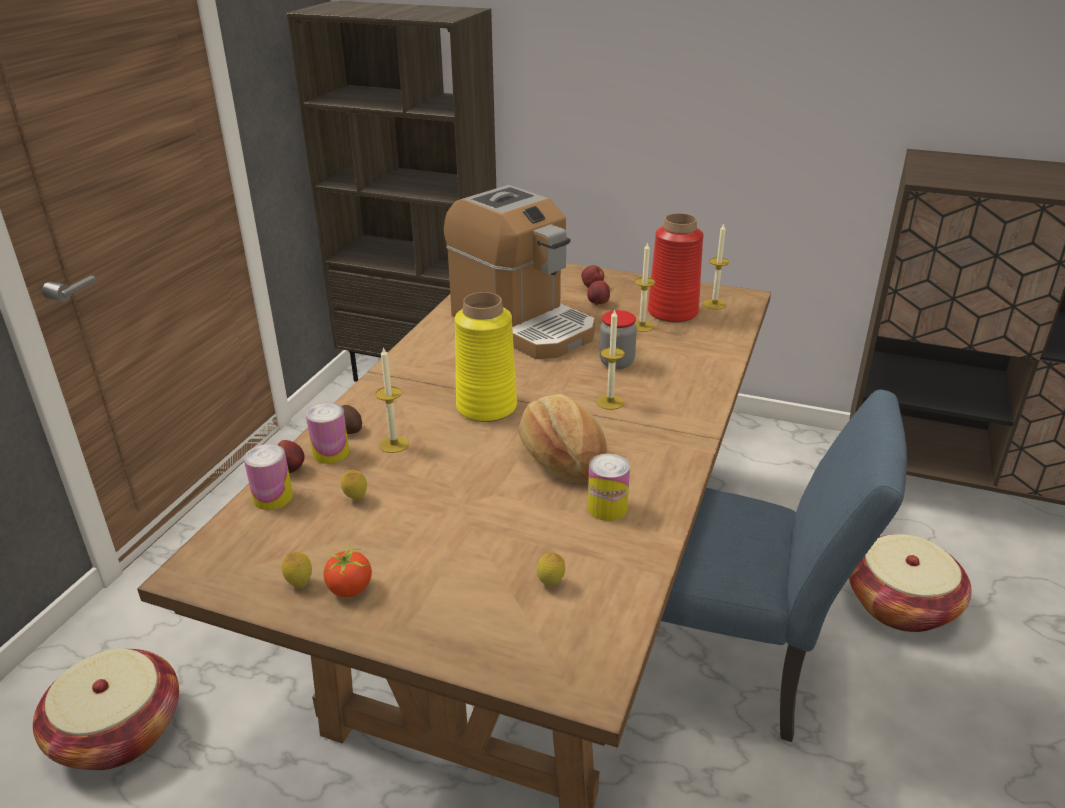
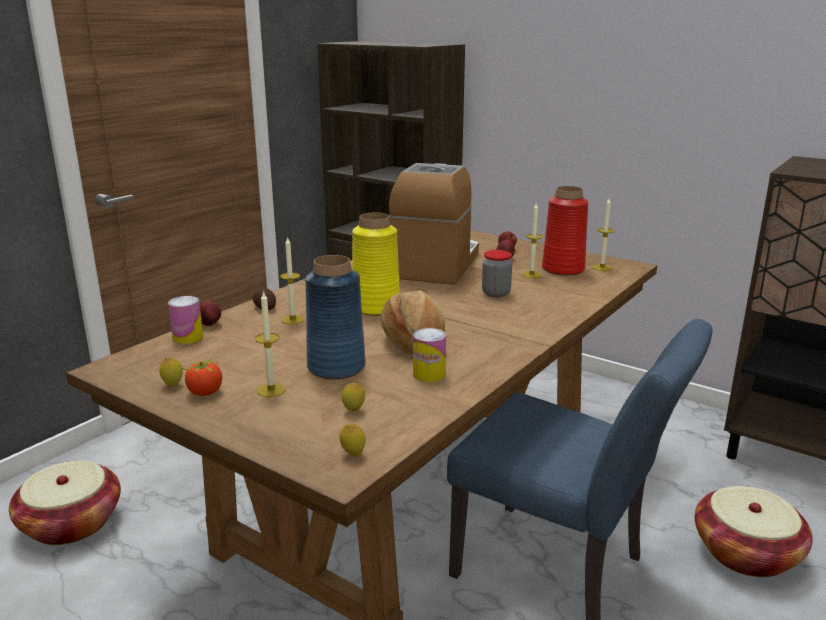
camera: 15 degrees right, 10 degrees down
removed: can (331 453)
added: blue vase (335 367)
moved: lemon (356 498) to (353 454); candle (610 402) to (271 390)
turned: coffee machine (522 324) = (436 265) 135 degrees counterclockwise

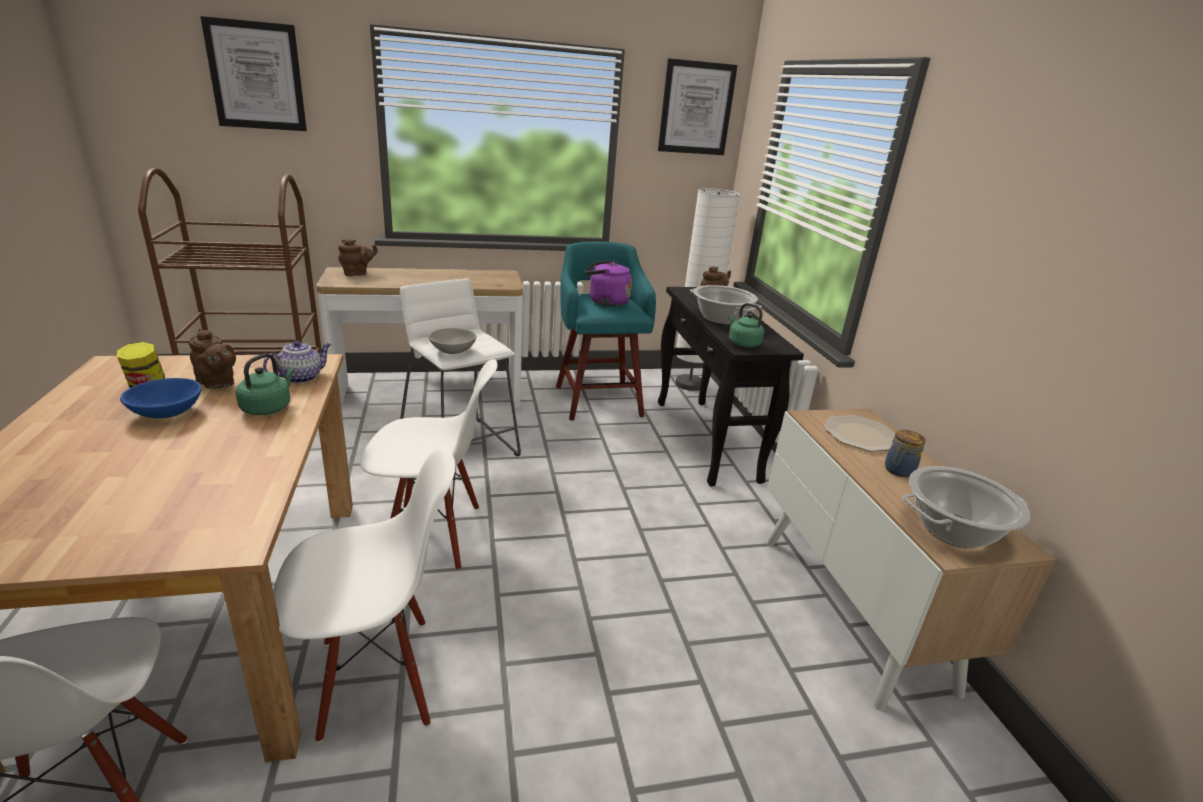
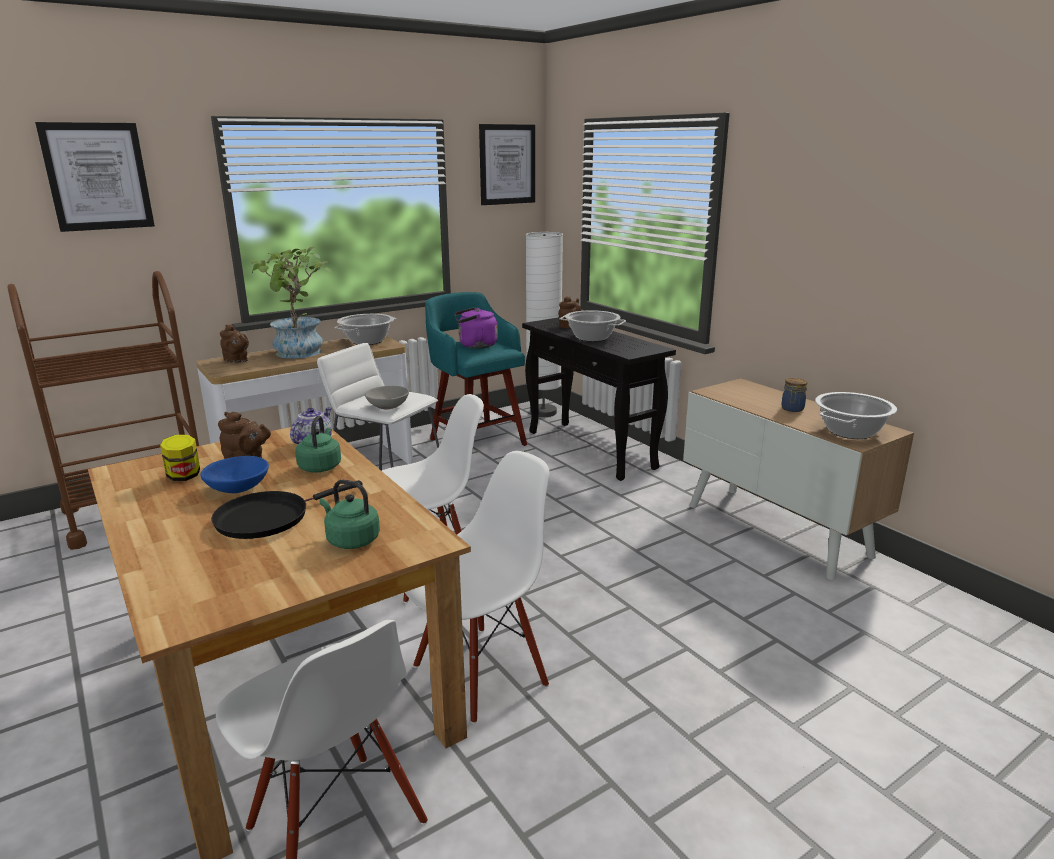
camera: 20 degrees left, 5 degrees down
removed: plate (860 435)
added: black frying pan (268 518); potted plant (300 354); cooking pot (367 341)
moved: green kettle (742 343) to (351 540)
turned: brown teapot (358 274) = (237 361) 90 degrees clockwise

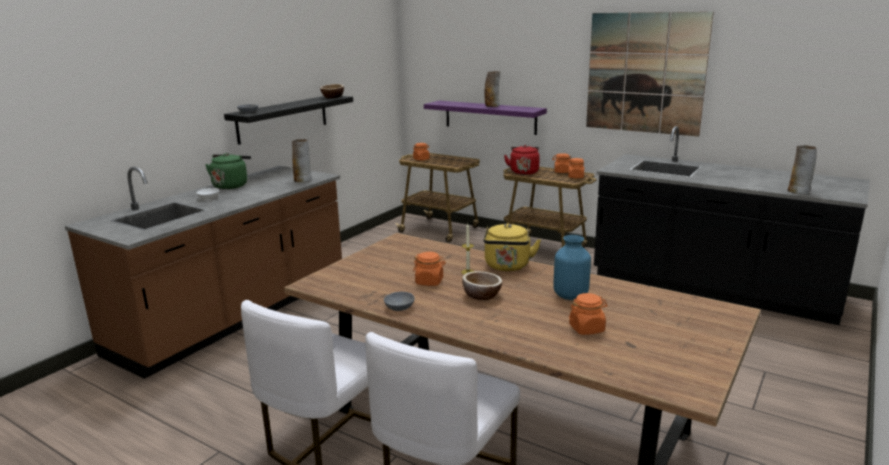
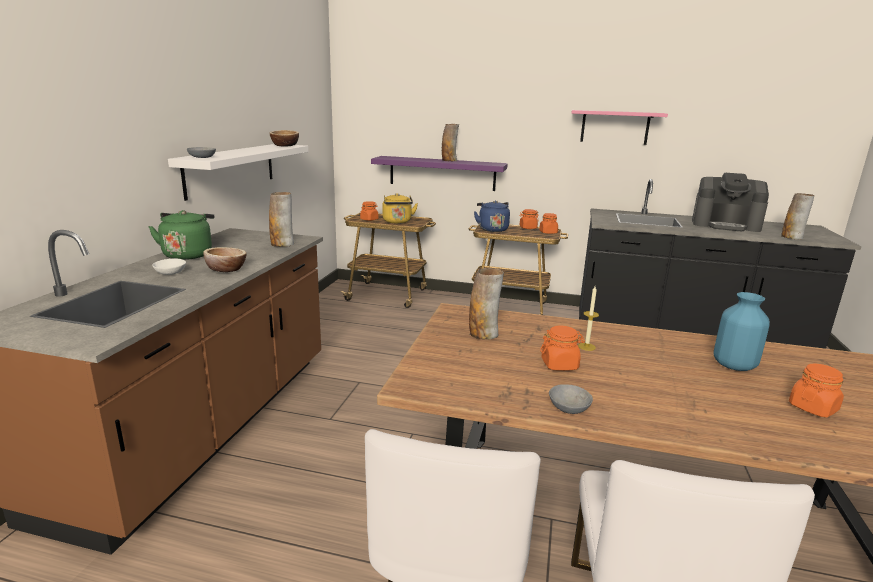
camera: 20 degrees left, 0 degrees up
added: vase (483 334); coffee machine (725 225)
moved: bowl (482 295) to (226 269); yellow kettle (507 267) to (397 222)
replaced: picture (645 73) to pink shelf (614 127)
recoloured: black shelf (283 118) to white shelf (231 169); red kettle (524 172) to blue kettle (492 229)

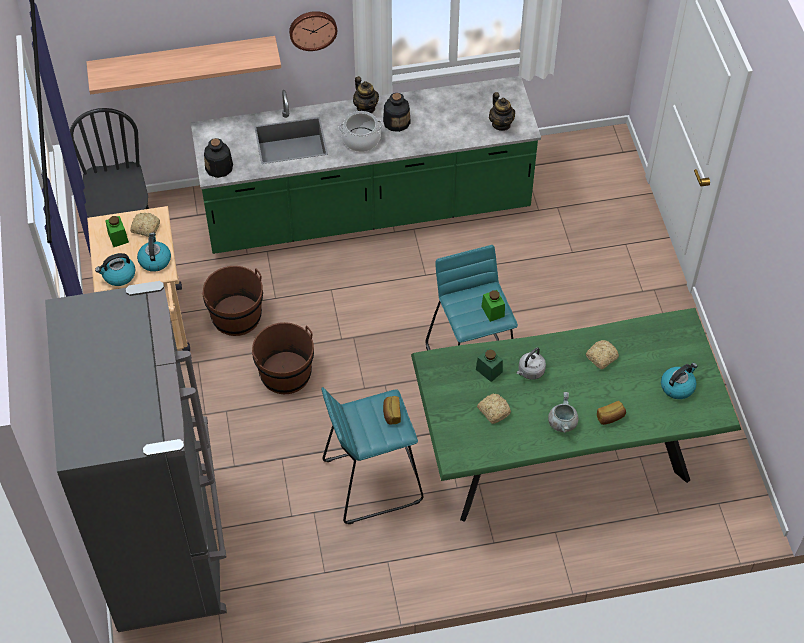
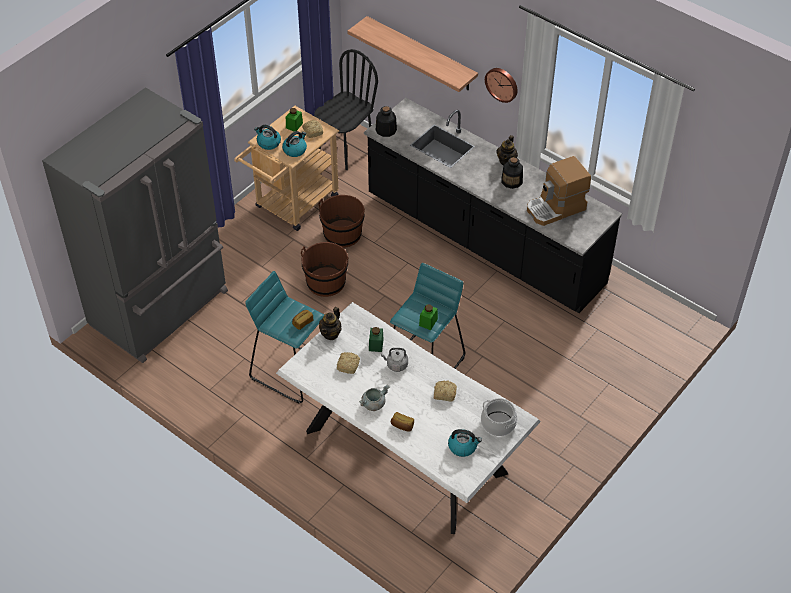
camera: 50 degrees right, 5 degrees down
added: coffee machine (556 208)
moved: cooking pot (361 139) to (498 423); teapot (501 124) to (331 333)
recoloured: green counter (367 212) to black counter (484 241); green dining table (562 454) to white dining table (405 452)

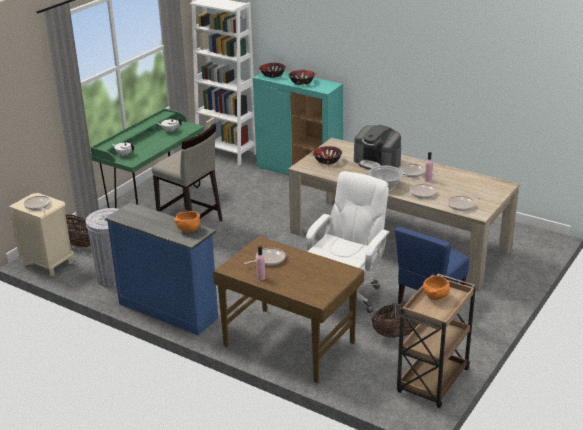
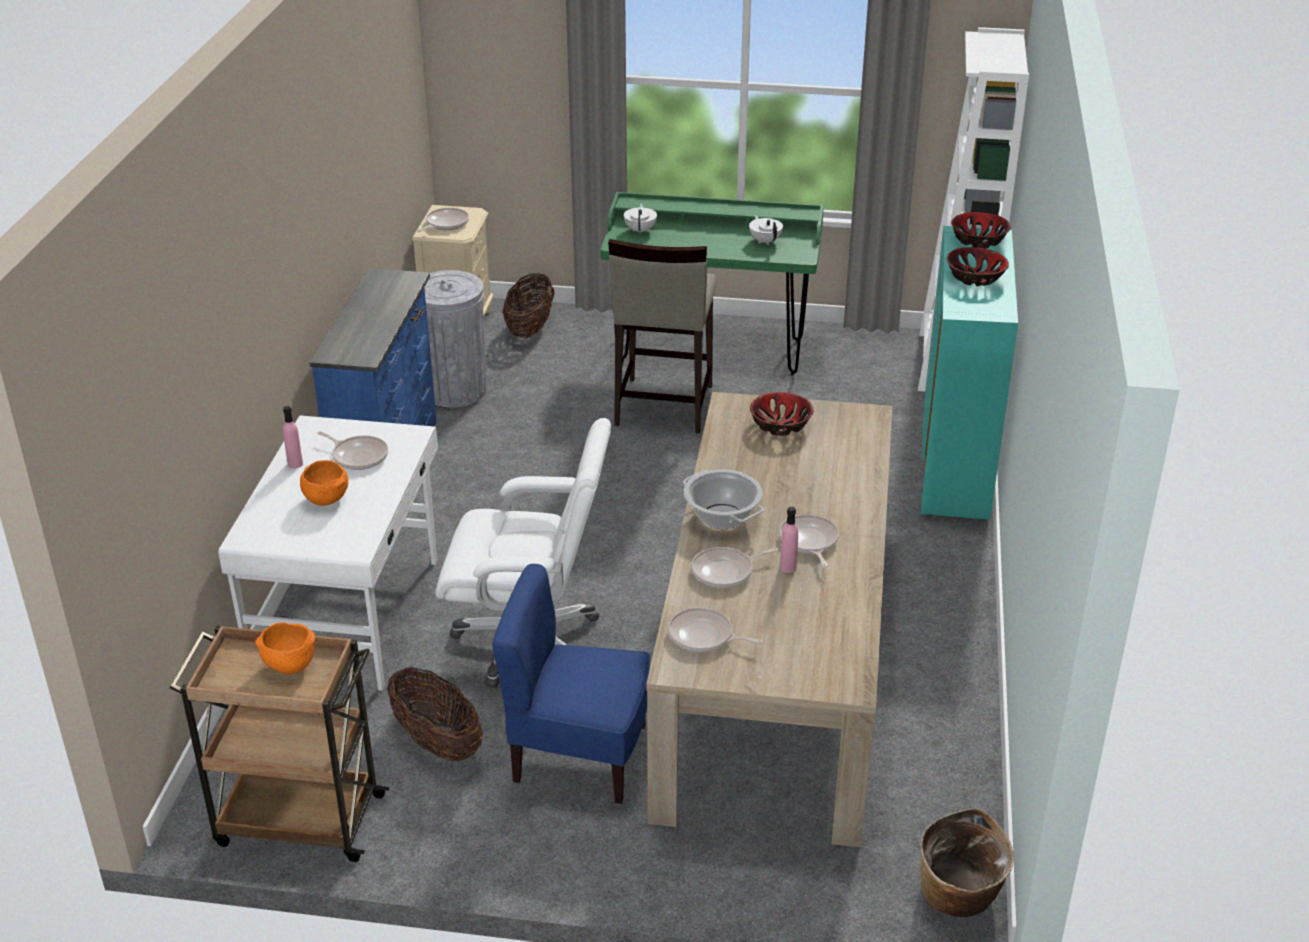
camera: 65 degrees right, 5 degrees up
removed: coffee machine (377 162)
added: basket (959 897)
moved: orange bowl (188 230) to (325 499)
recoloured: brown desk (289 343) to white desk (349 615)

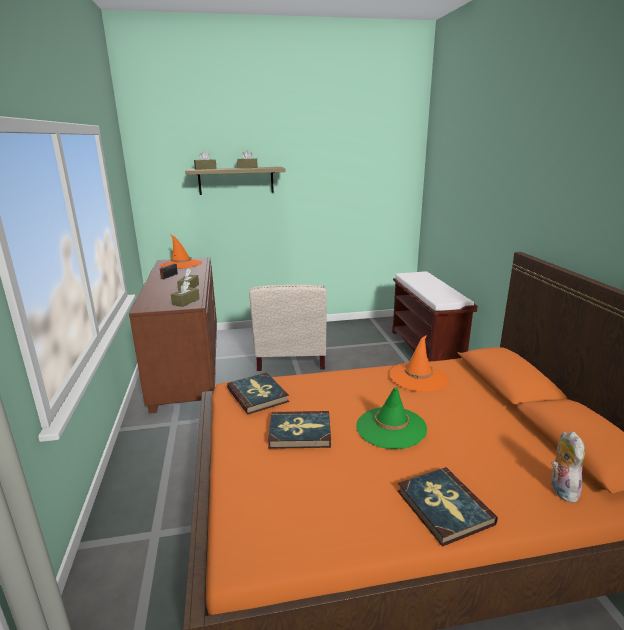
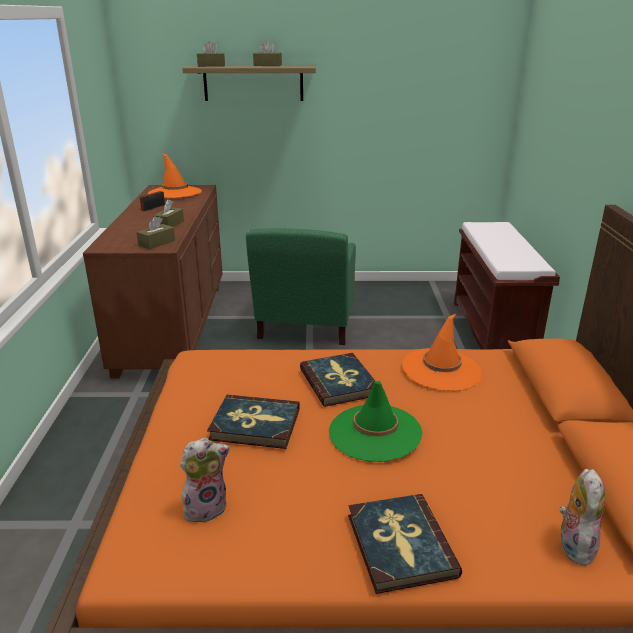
camera: 10 degrees right, 5 degrees up
added: plush toy (206 507)
moved: book (258 395) to (339 382)
recoloured: beige armchair (290 360) to green armchair (304 328)

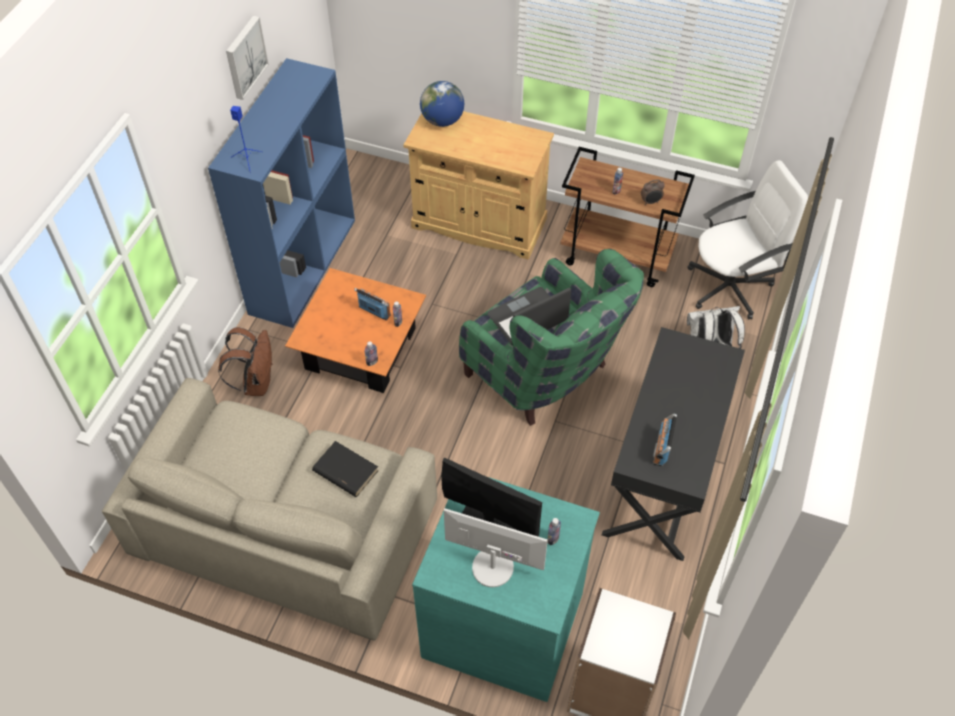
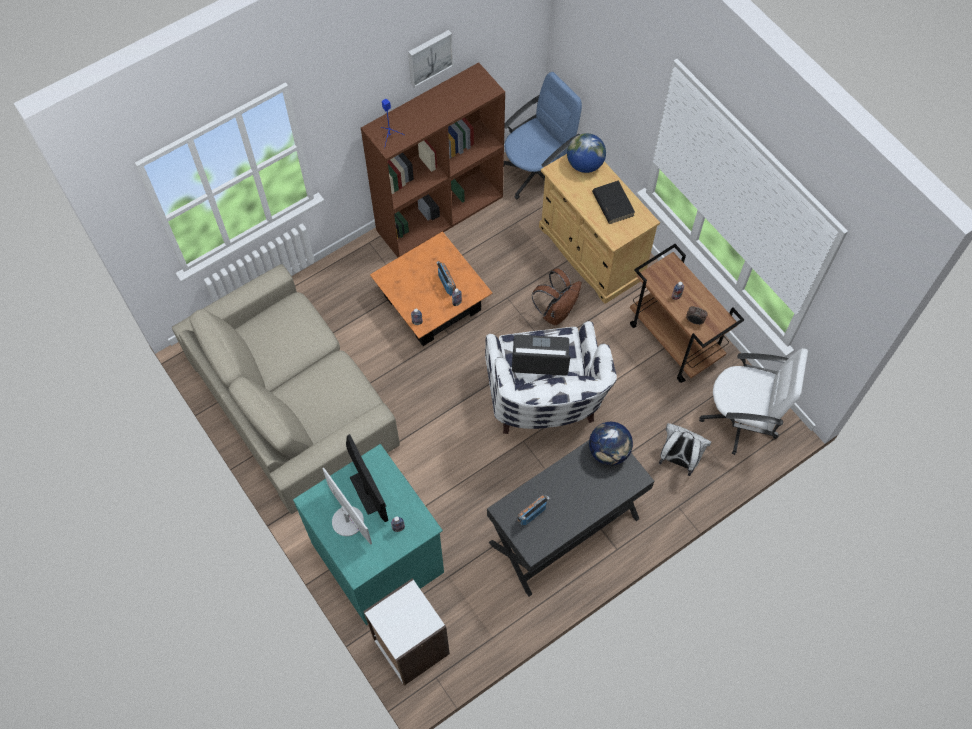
camera: 35 degrees right, 10 degrees up
added: blue office chair (537 173); globe (609 451)
moved: brown backpack (256 382) to (556 312); black book (345 471) to (612 203)
recoloured: blue bookcase (302 265) to brown bookcase (440 212); green armchair (546 377) to white armchair (544 404)

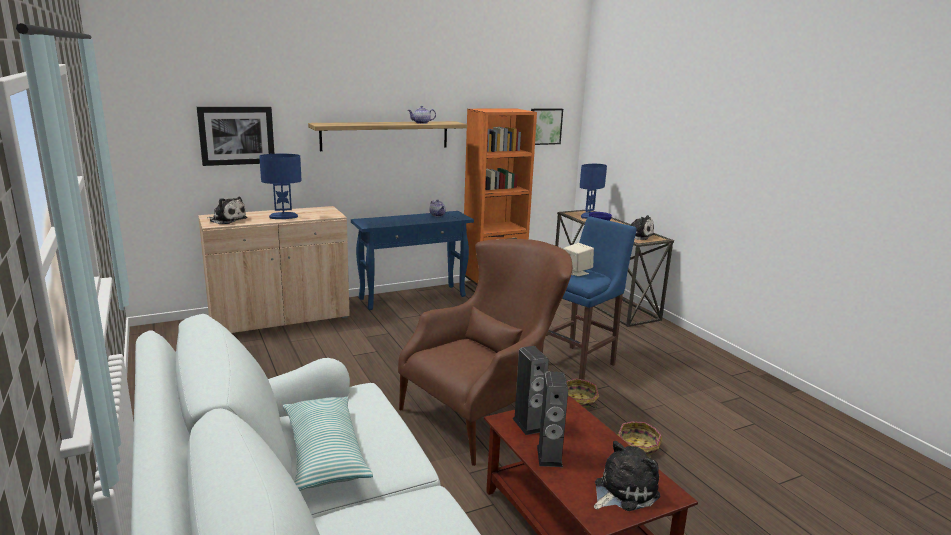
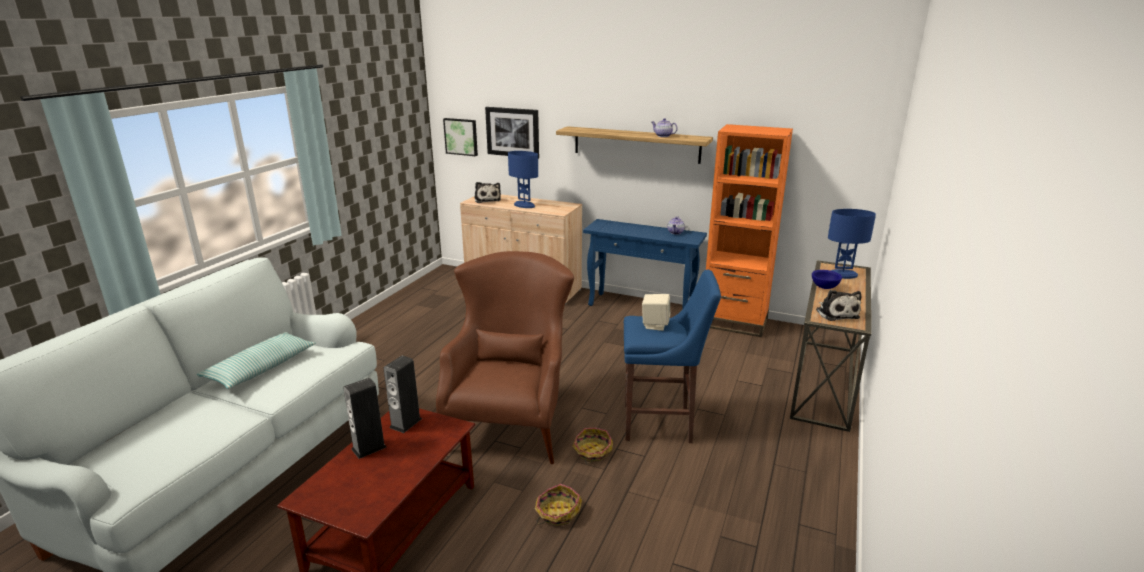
camera: 50 degrees right, 5 degrees up
removed: plush toy (622 491)
moved: picture (545 126) to (461 136)
turned: brown armchair (486 412) = (511 419) 90 degrees counterclockwise

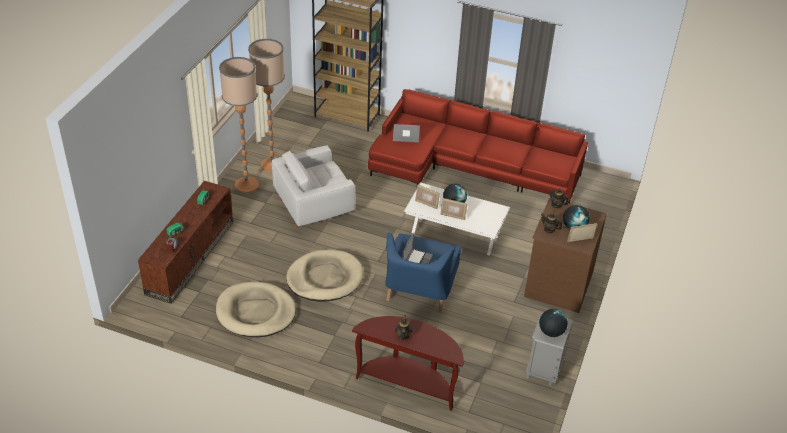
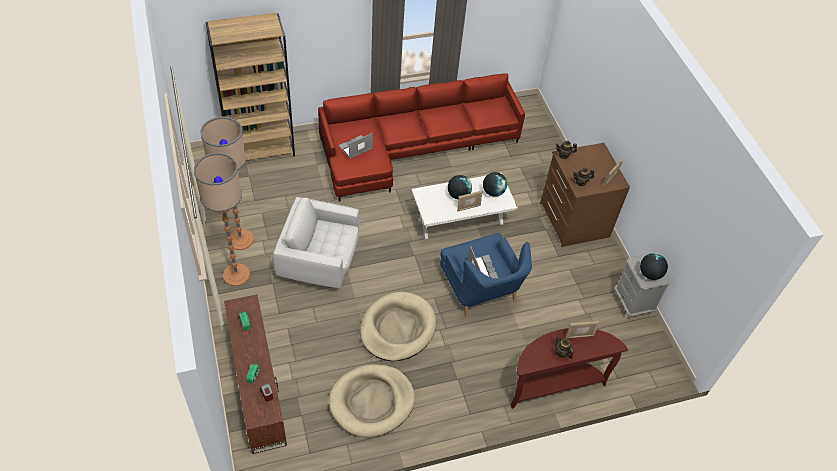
camera: 40 degrees left, 10 degrees up
moved: picture frame (426 204) to (579 336); globe (574 227) to (493 192)
turned: white armchair (314 206) = (320 260) 75 degrees clockwise

